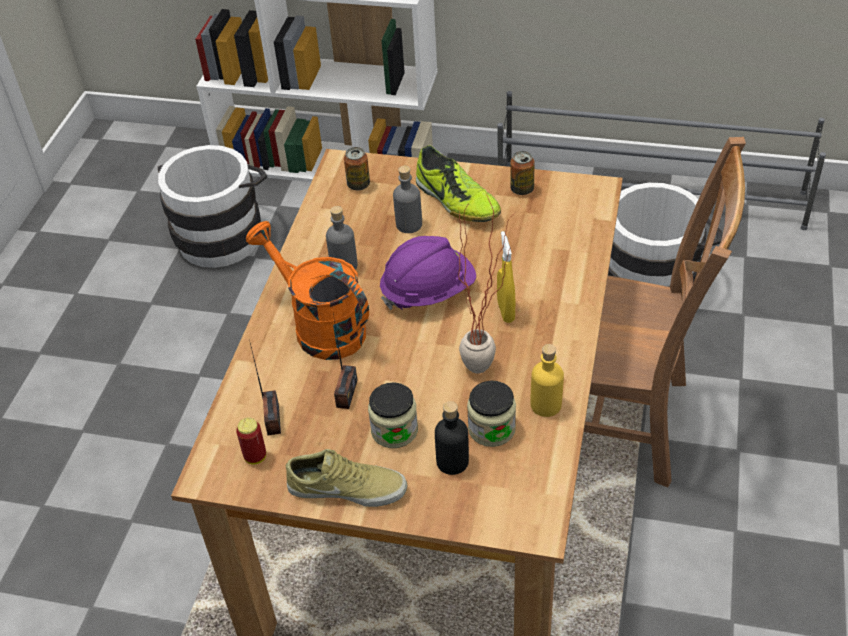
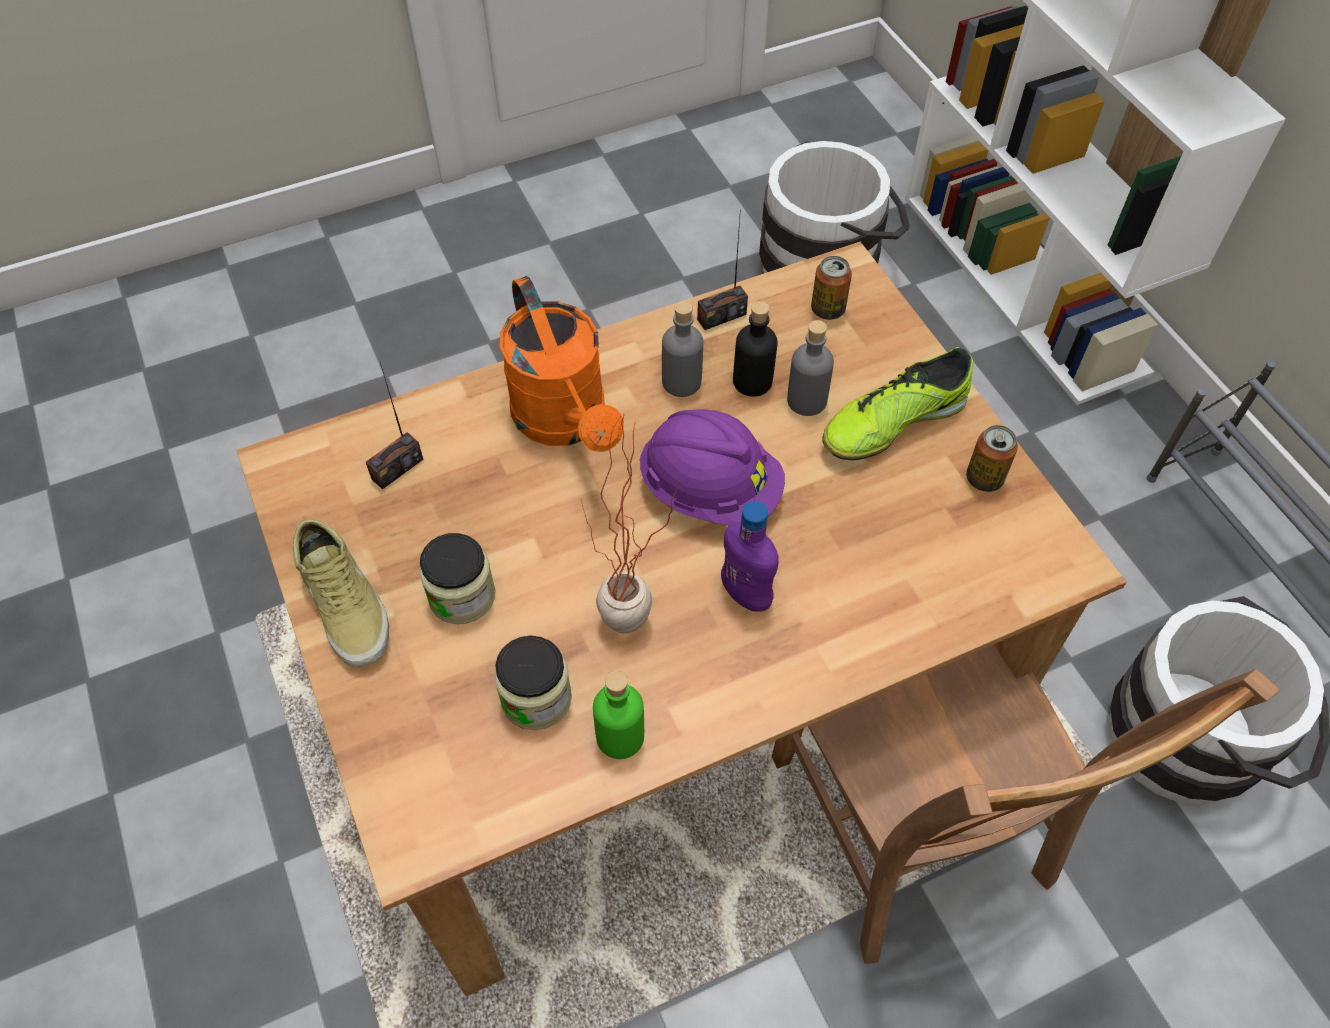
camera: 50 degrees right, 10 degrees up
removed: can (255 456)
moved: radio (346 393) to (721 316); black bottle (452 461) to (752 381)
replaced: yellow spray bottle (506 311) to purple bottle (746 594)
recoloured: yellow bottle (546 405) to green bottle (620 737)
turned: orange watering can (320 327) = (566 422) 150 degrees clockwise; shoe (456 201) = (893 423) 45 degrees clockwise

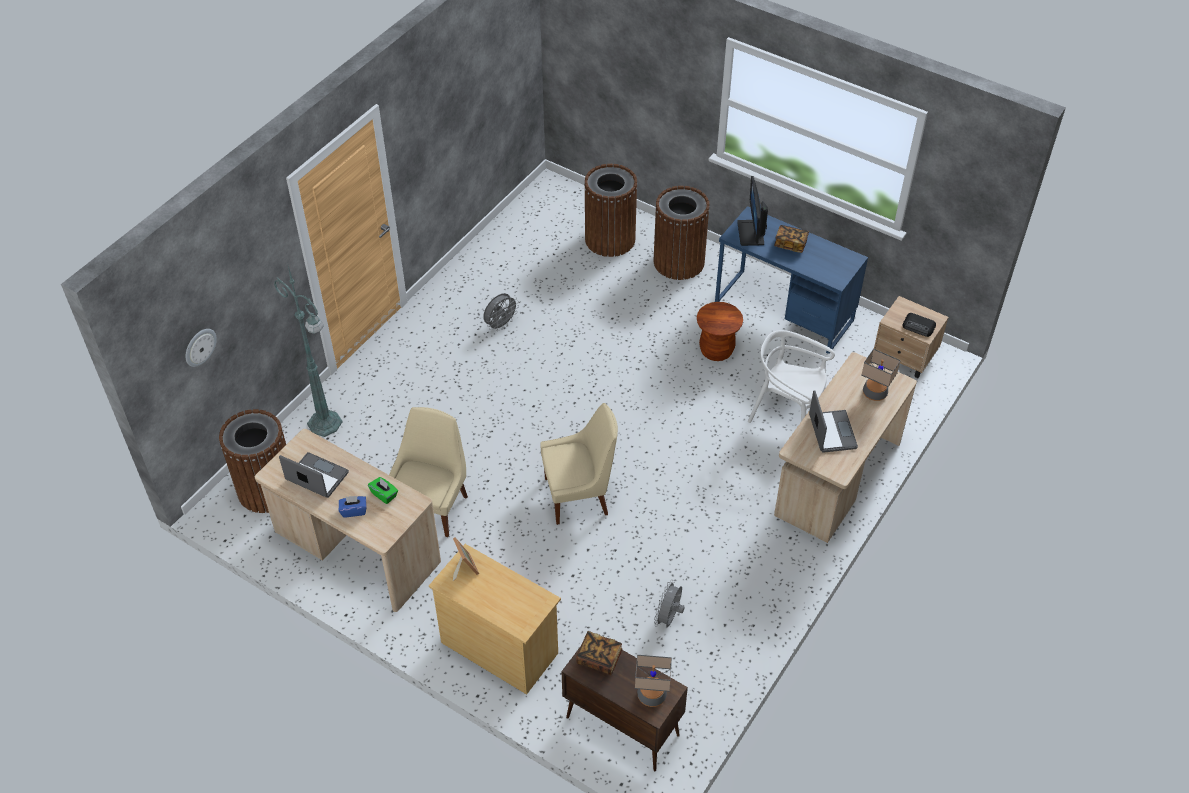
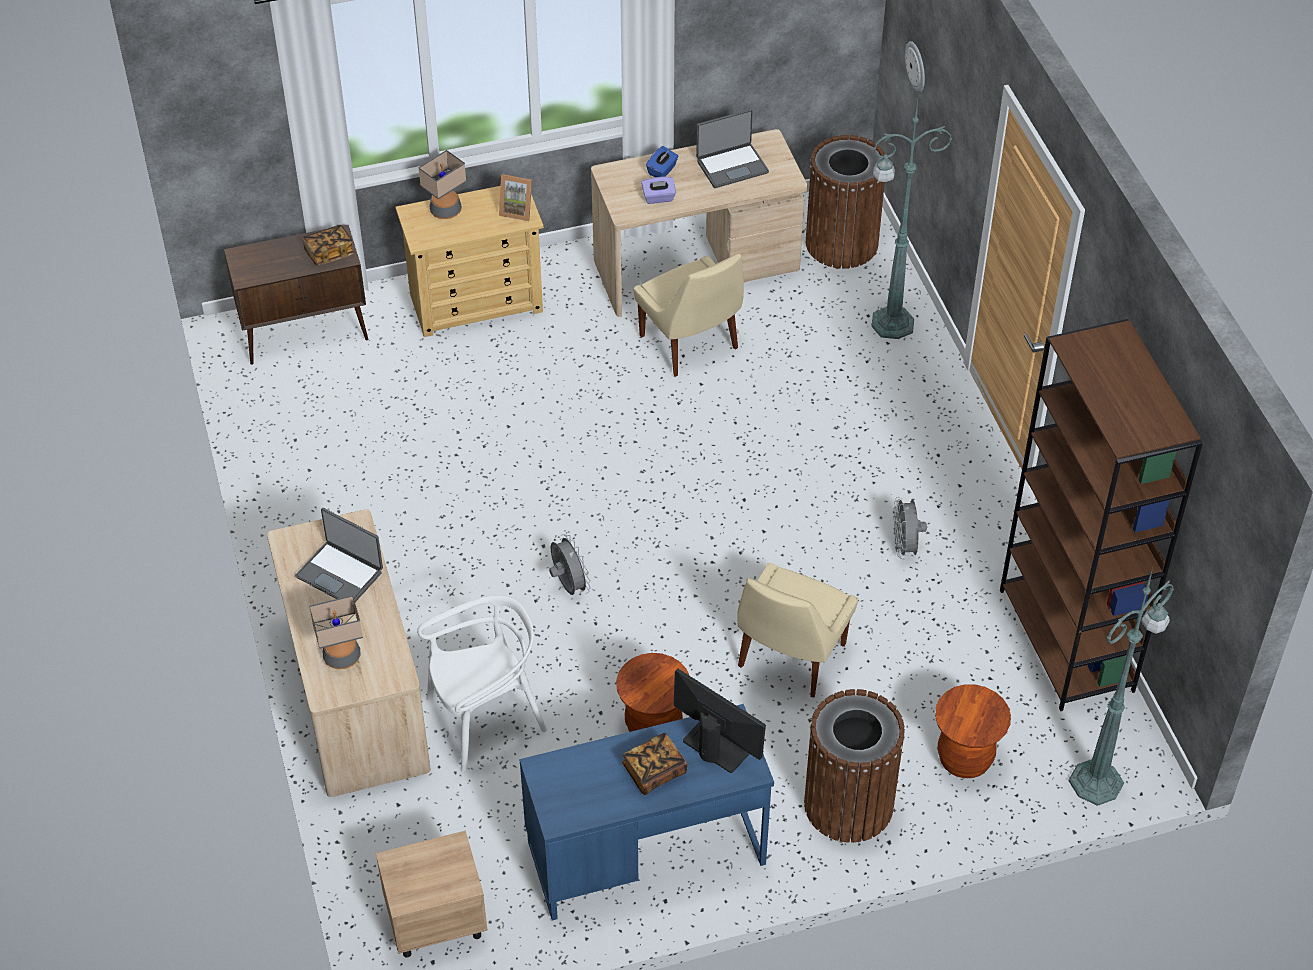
camera: 130 degrees right, 0 degrees up
removed: radio (919 327)
added: brown bookcase (1067 641); green floor lamp (1098 781)
moved: beige chair (579 496) to (789 658); table lamp (651 695) to (446 210); grey fan (669 618) to (568 586)
replaced: brown trash can (610 239) to brown stool (964 758)
recoloured: green tissue box (384 495) to purple tissue box (658 198)

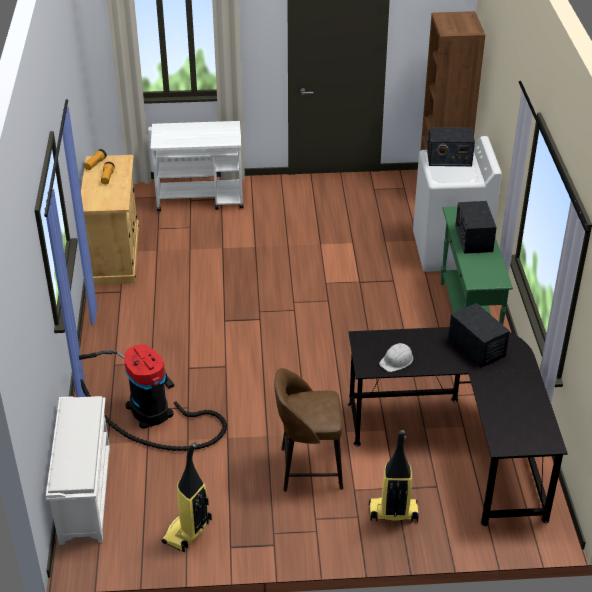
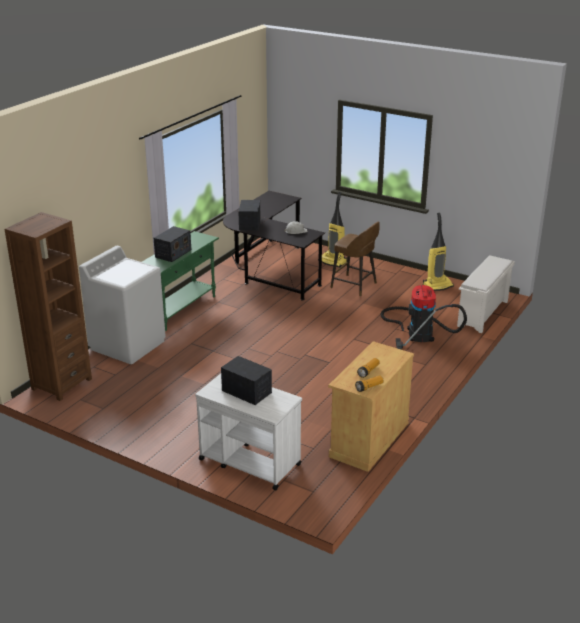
camera: 145 degrees left, 10 degrees down
moved: radio (449 158) to (247 391)

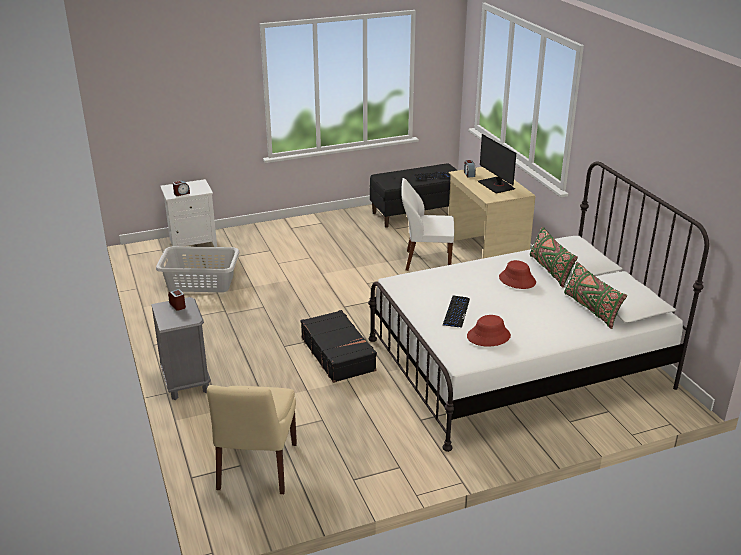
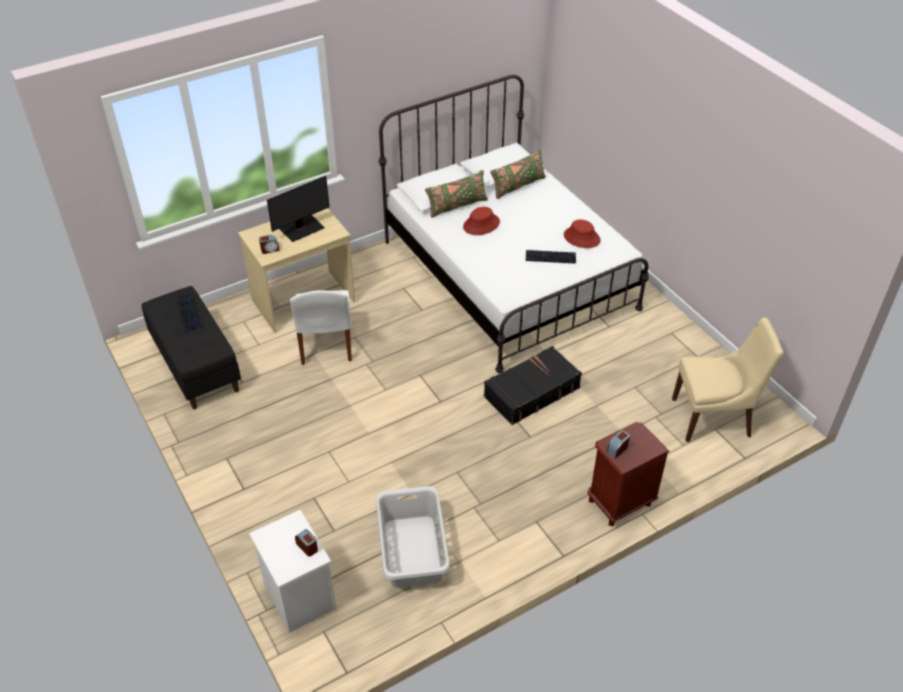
camera: 100 degrees left, 15 degrees up
recoloured: grey nightstand (186 382) to brown nightstand (619 502)

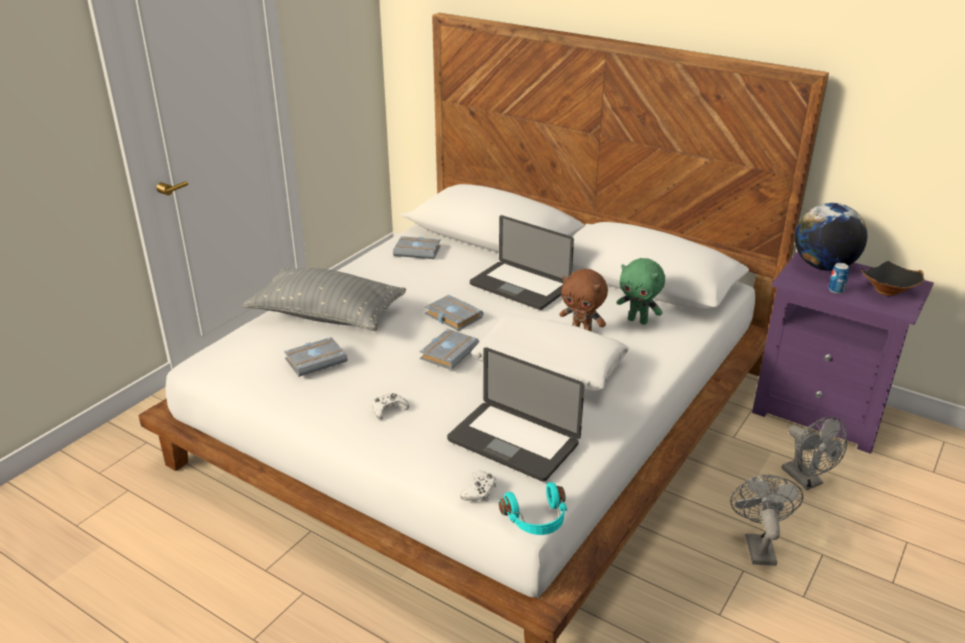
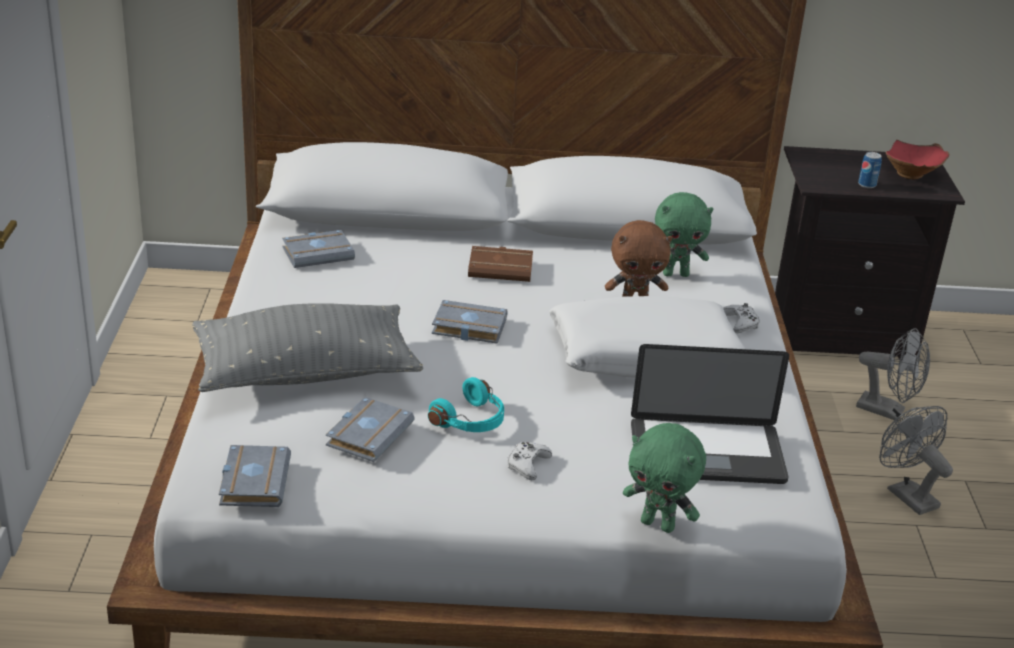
camera: 35 degrees left, 0 degrees up
removed: globe (823 266)
added: green plush toy (658 524)
moved: grey book (448 352) to (252 481); white game controller (479 491) to (740 323); turquoise headphones (537 520) to (471 421)
replaced: laptop (519 287) to brown book (502 268)
recoloured: purple nightstand (821 412) to black nightstand (838 334); black bowl (888 292) to red bowl (911 175)

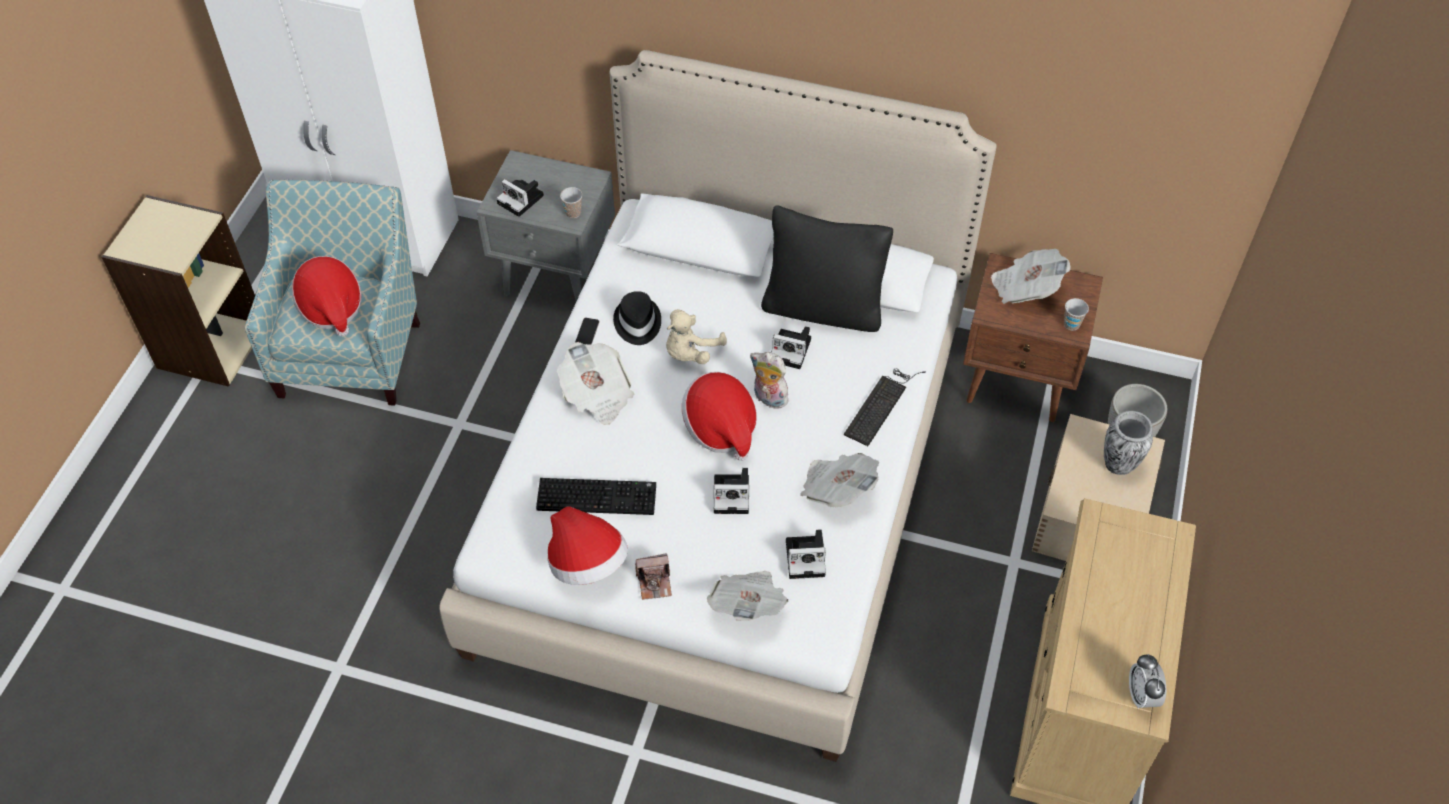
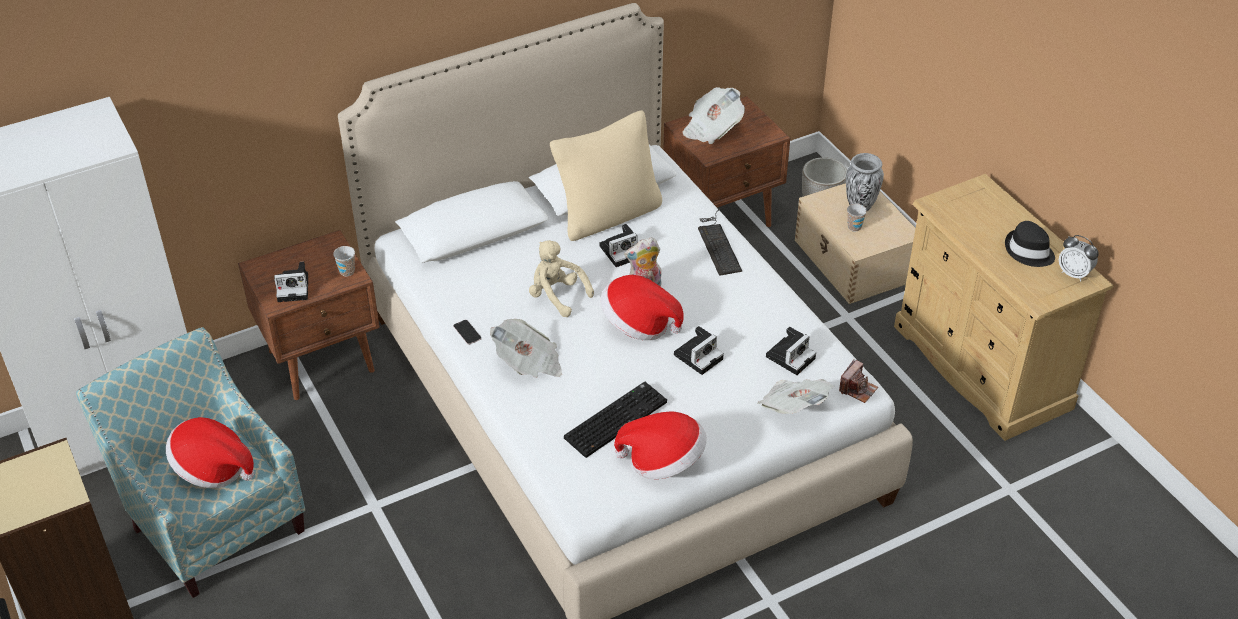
camera: 45 degrees left, 10 degrees down
removed: newspaper (837 489)
moved: black hat (637 323) to (1028 251); photo camera (654 583) to (857 389); cup (1071 324) to (854 227)
recoloured: grey nightstand (557 276) to brown nightstand (323 361); black pillow (823 308) to beige pillow (608 215)
turned: beige plush toy (690 352) = (557 296) 135 degrees clockwise

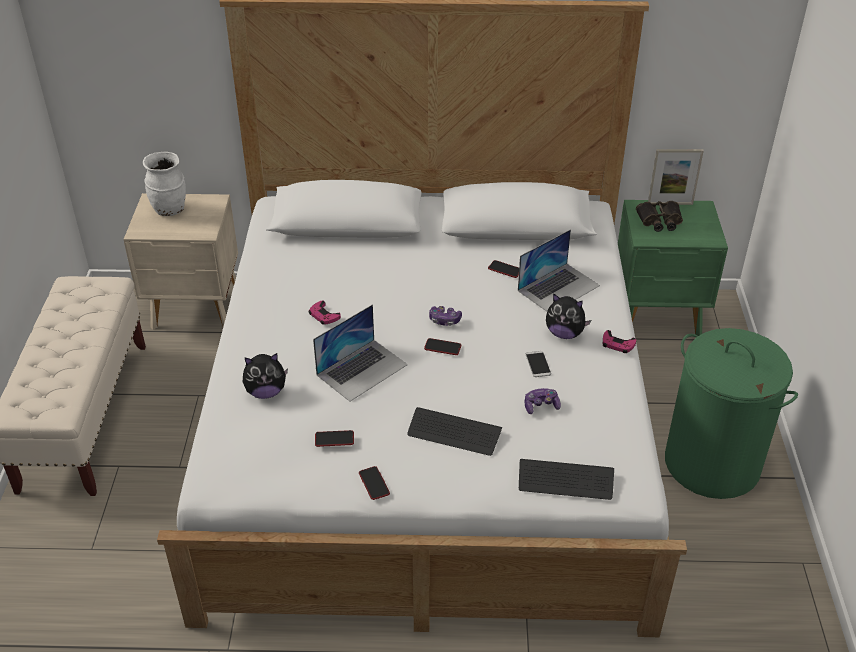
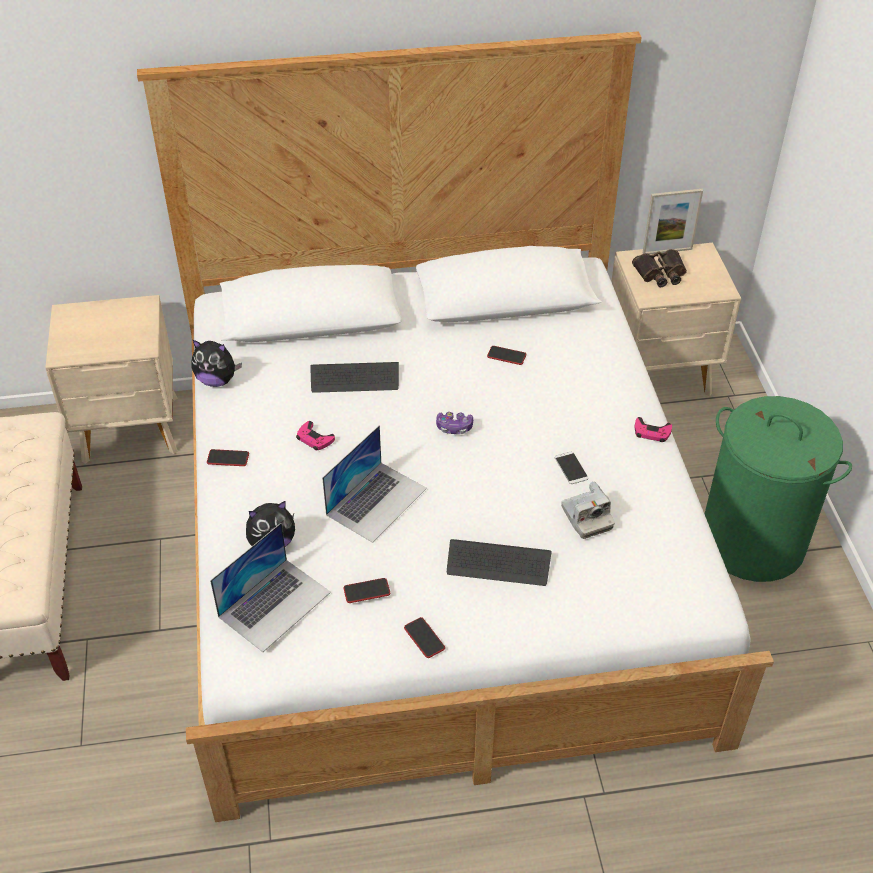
camera: 10 degrees left, 5 degrees up
removed: white vase (170 210)
moved: phone (442 347) to (228 458); laptop (558 288) to (275 604); keyboard (565 481) to (355 379); plush toy (564 333) to (217 380)
replaced: game controller (541 406) to photo camera (586 518)
recoloured: green nightstand (658 315) to beige nightstand (660 374)

